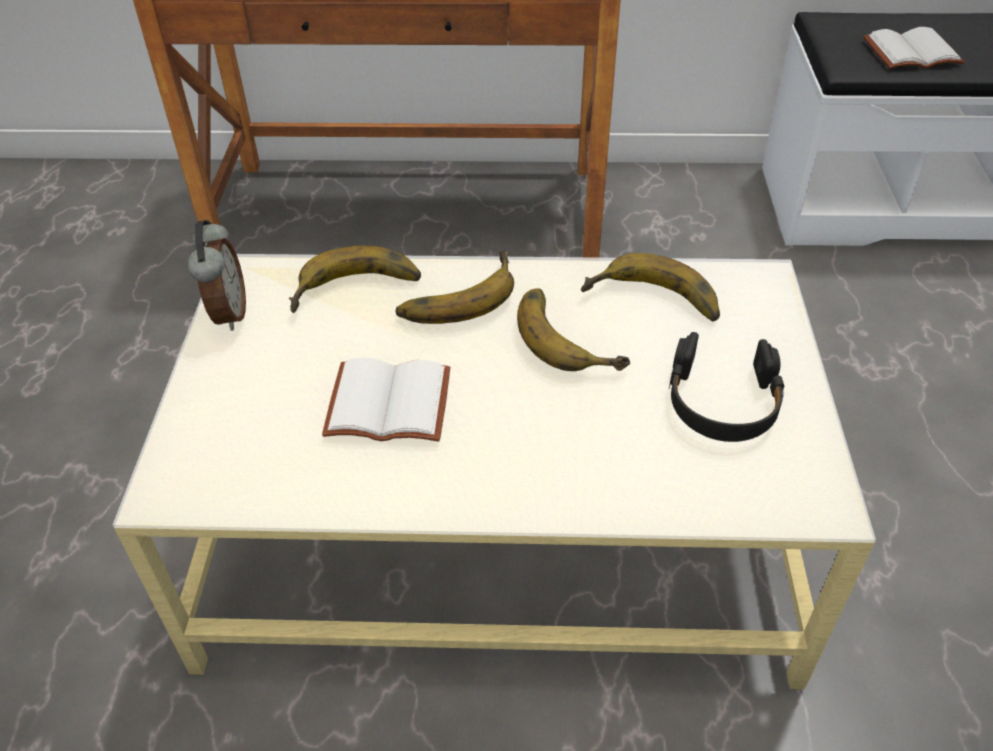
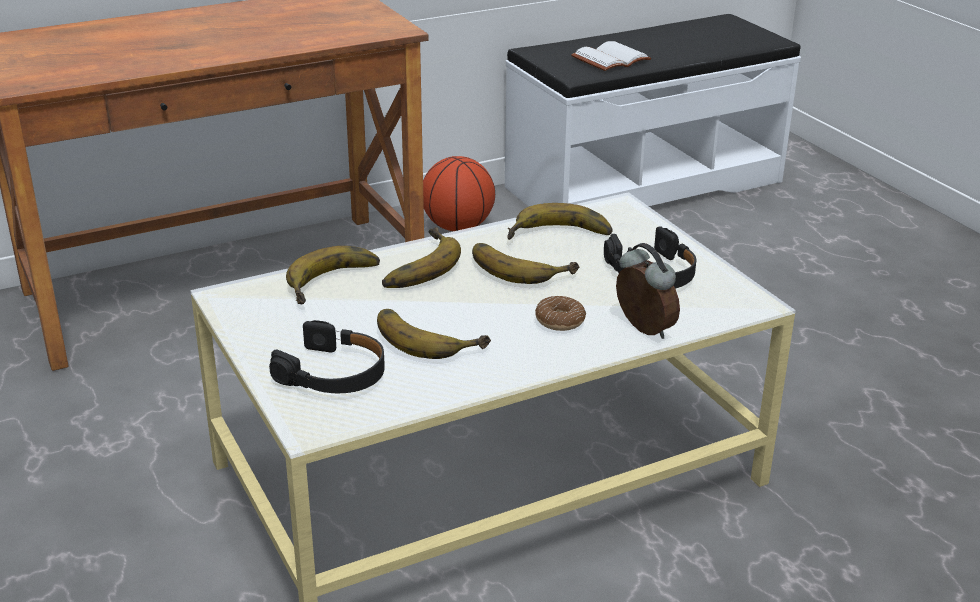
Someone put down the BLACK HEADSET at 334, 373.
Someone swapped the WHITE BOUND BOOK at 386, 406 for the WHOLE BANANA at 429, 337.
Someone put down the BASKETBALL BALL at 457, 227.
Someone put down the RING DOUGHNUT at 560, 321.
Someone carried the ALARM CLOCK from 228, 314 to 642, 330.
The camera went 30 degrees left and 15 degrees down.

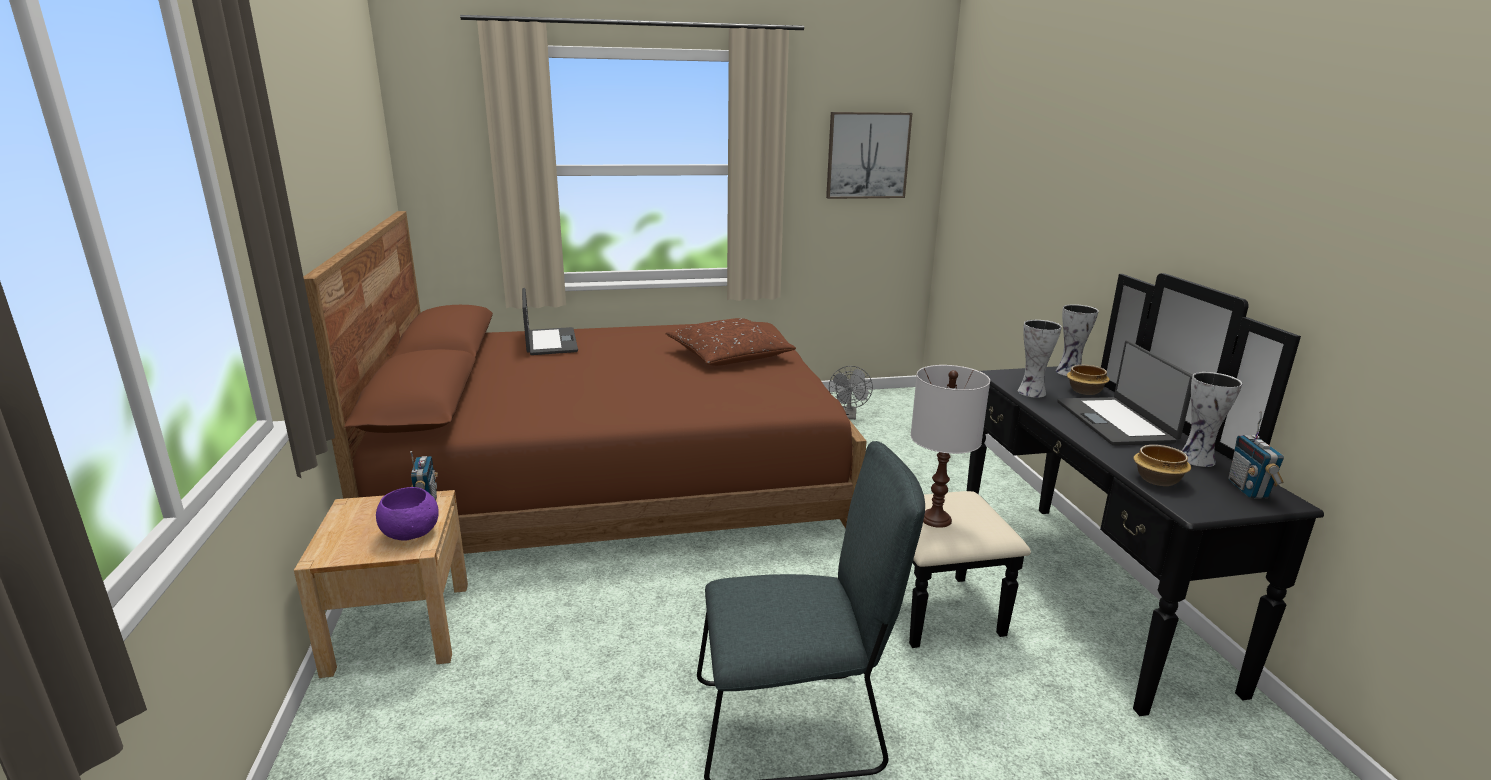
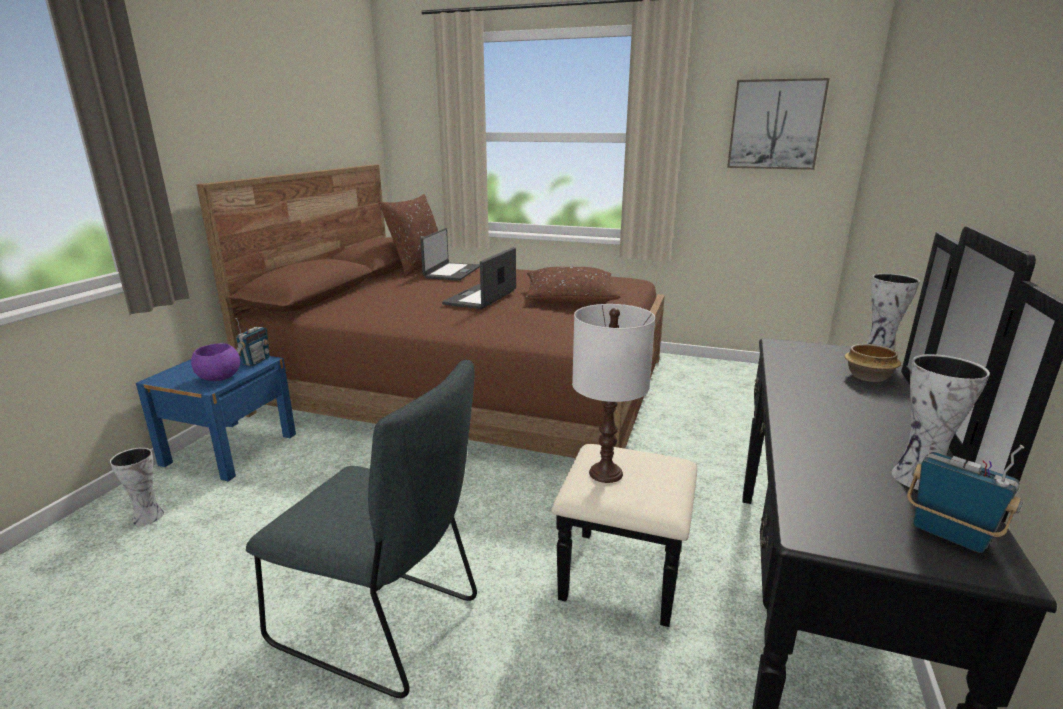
Someone carried the FLOWER VASE from 1030, 392 to 147, 516.
Someone repainted the BEIGE-COLOURED NIGHTSTAND at 399, 627, which became the BLUE NIGHTSTAND at 230, 449.
Someone put down the BROWN PILLOW at 418, 267.
Someone carried the LAPTOP from 1116, 421 to 481, 297.
Someone rotated the RADIO RECEIVER at 1248, 489 by 105 degrees clockwise.
Someone took away the GRAY FAN at 848, 416.
Someone took away the BOWL at 1158, 480.
The camera went 30 degrees right and 0 degrees up.

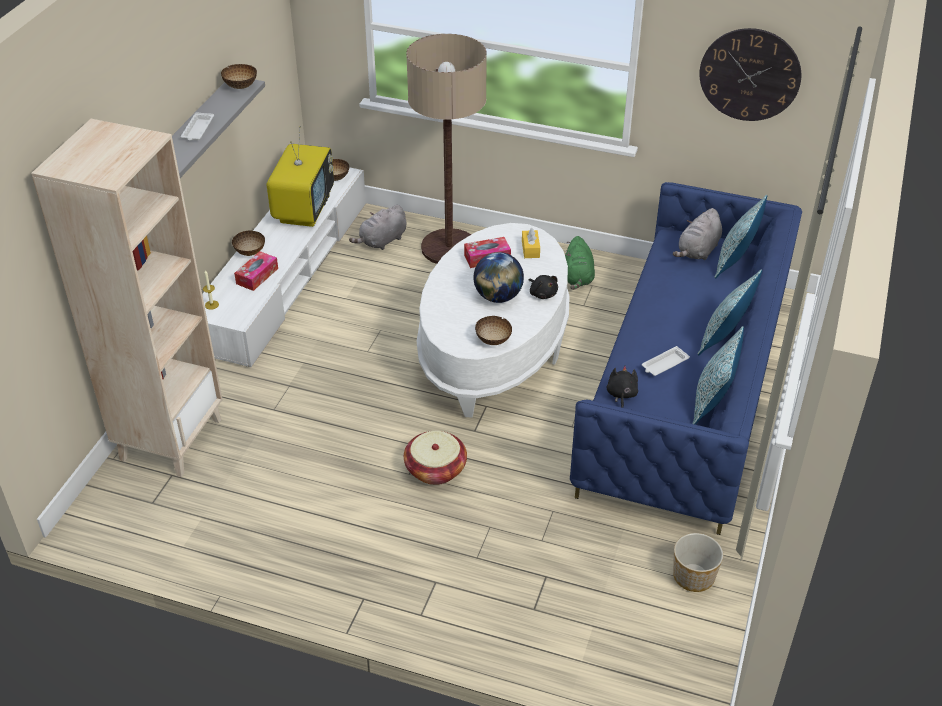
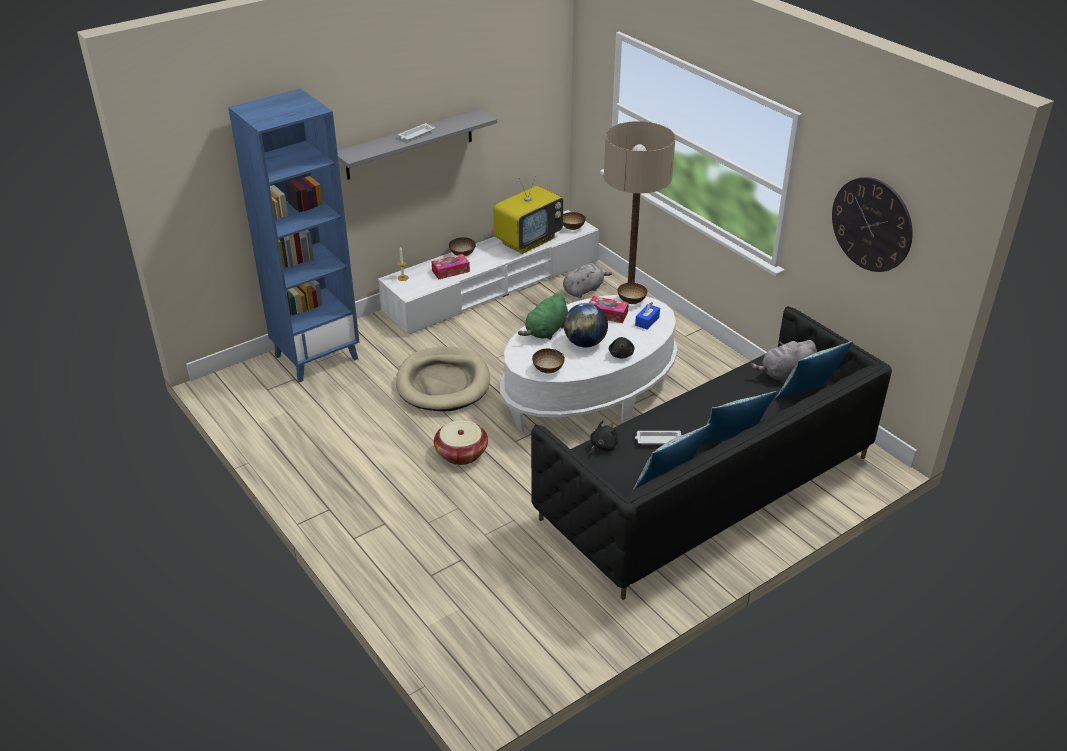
Someone repainted the BEIGE-COLOURED SHELVING UNIT at 171, 438, which became the BLUE SHELVING UNIT at 316, 357.
Someone put down the BEIGE-COLOURED PET BED at 443, 383.
Someone carried the GREENISH CUDDLY TOY from 578, 277 to 546, 331.
Someone repainted the BLUE SETTEE at 684, 392, which became the BLACK SETTEE at 706, 489.
Someone rotated the GRAY CUDDLY TOY at 382, 241 by 150 degrees clockwise.
Someone carried the BOWL from 241, 86 to 632, 302.
Someone repainted the YELLOW TISSUE HOLDER at 530, 249, which became the BLUE TISSUE HOLDER at 647, 321.
Someone took away the FLOWER POT at 694, 577.
The camera went 35 degrees right and 5 degrees down.

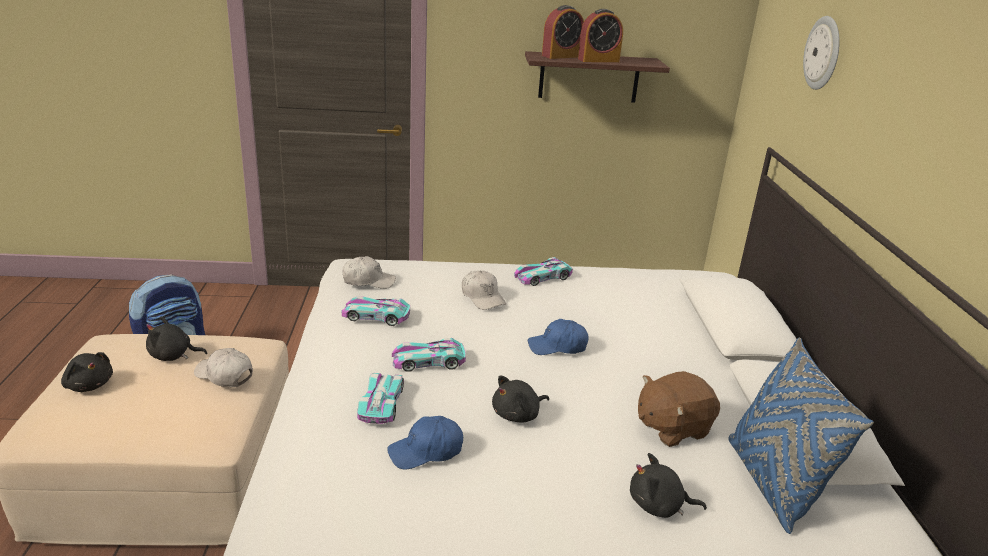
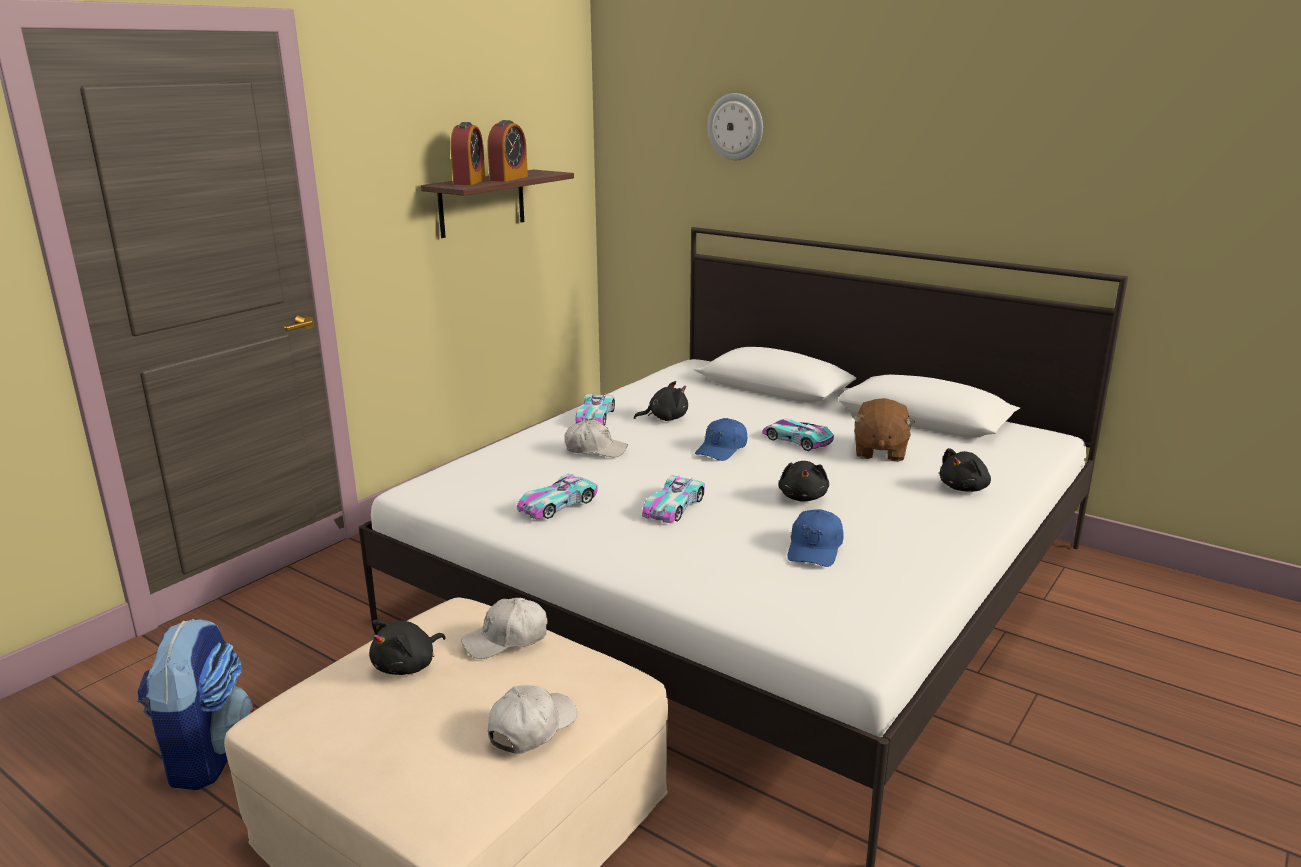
Someone carried the WHITE BASEBALL CAP from 368, 281 to 531, 727.
Someone carried the BLACK CUDDLY TOY from 89, 385 to 665, 418.
Someone carried the MODEL CAR from 381, 403 to 797, 440.
Someone took away the BLUE PILLOW at 772, 483.
The camera went 50 degrees left and 5 degrees down.

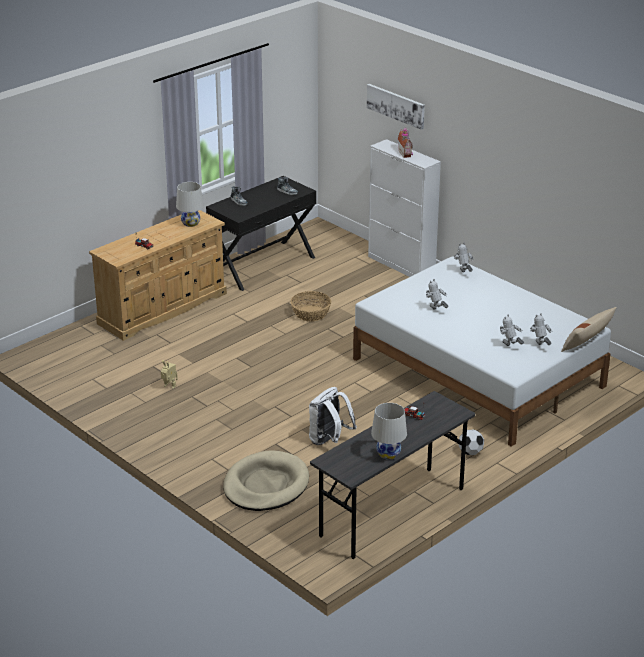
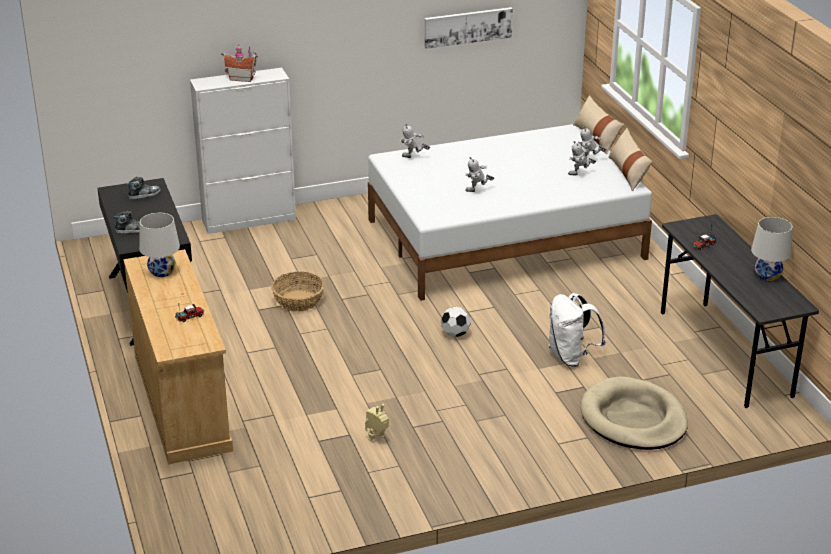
Someone carried the PICTURE from 396, 105 to 467, 27.
Someone carried the FOOTBALL from 470, 452 to 455, 334.
Someone put down the BEIGE-COLOURED PILLOW at 628, 173.
The camera went 65 degrees left and 0 degrees up.

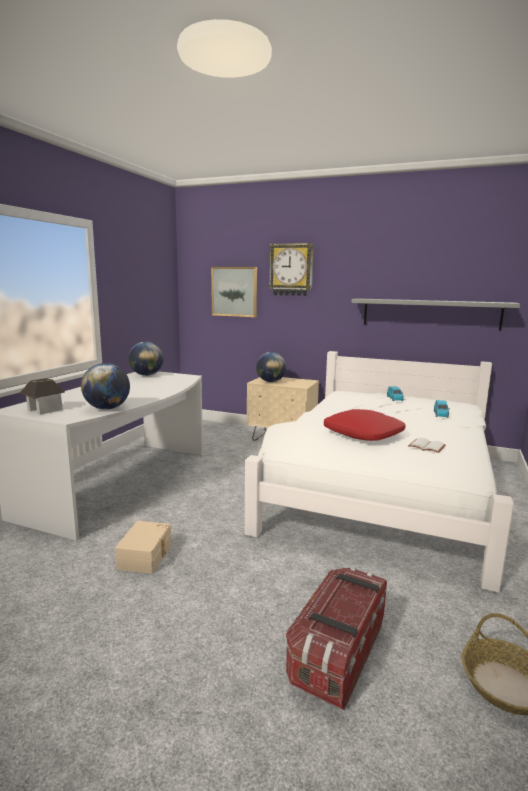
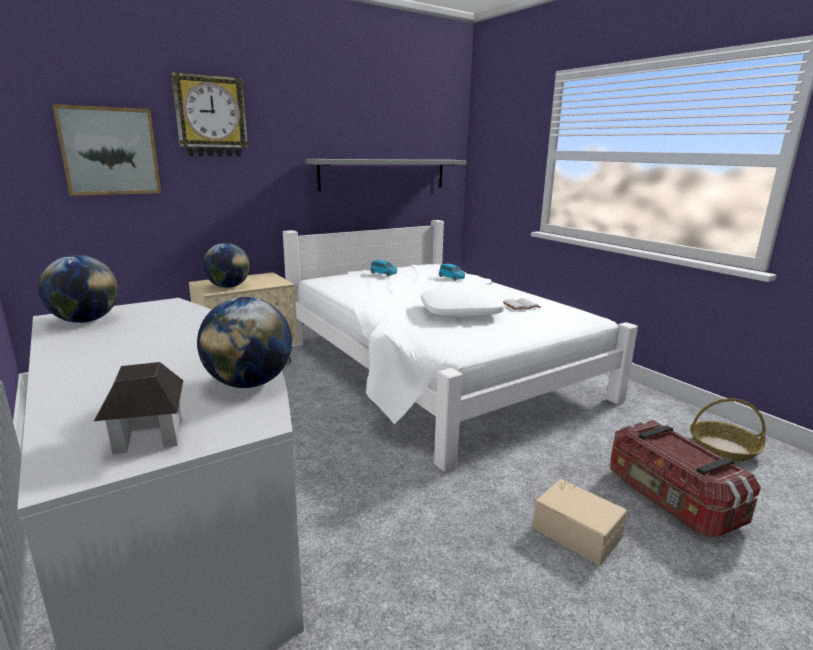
Someone repainted the RED PILLOW at 363, 434, which became the WHITE PILLOW at 460, 312.
Someone carried the BEIGE-COLOURED STORAGE BOX from 146, 556 to 577, 531.
The camera went 55 degrees left and 5 degrees up.

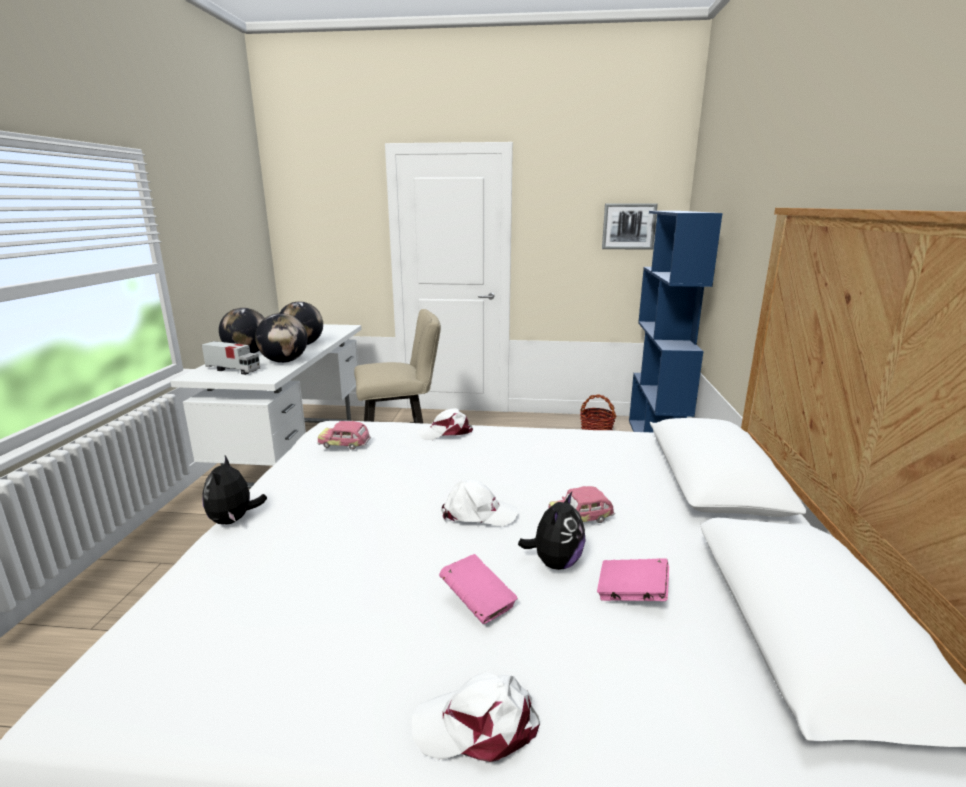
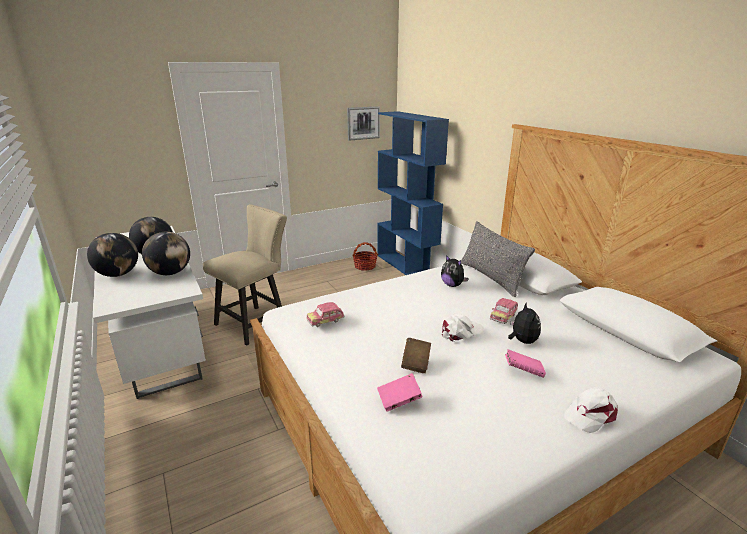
Someone carried the PINK-COLOURED BOUND BOOK from 631, 594 to 399, 400.
Someone put down the BROWN BOUND BOOK at 416, 363.
Someone carried the CUDDLY TOY from 234, 520 to 452, 285.
Someone put down the GRAY PILLOW at 490, 277.
Someone took away the MODEL TRUCK at 233, 370.
Someone took away the WHITE BASEBALL CAP at 446, 432.
The camera went 35 degrees left and 5 degrees up.

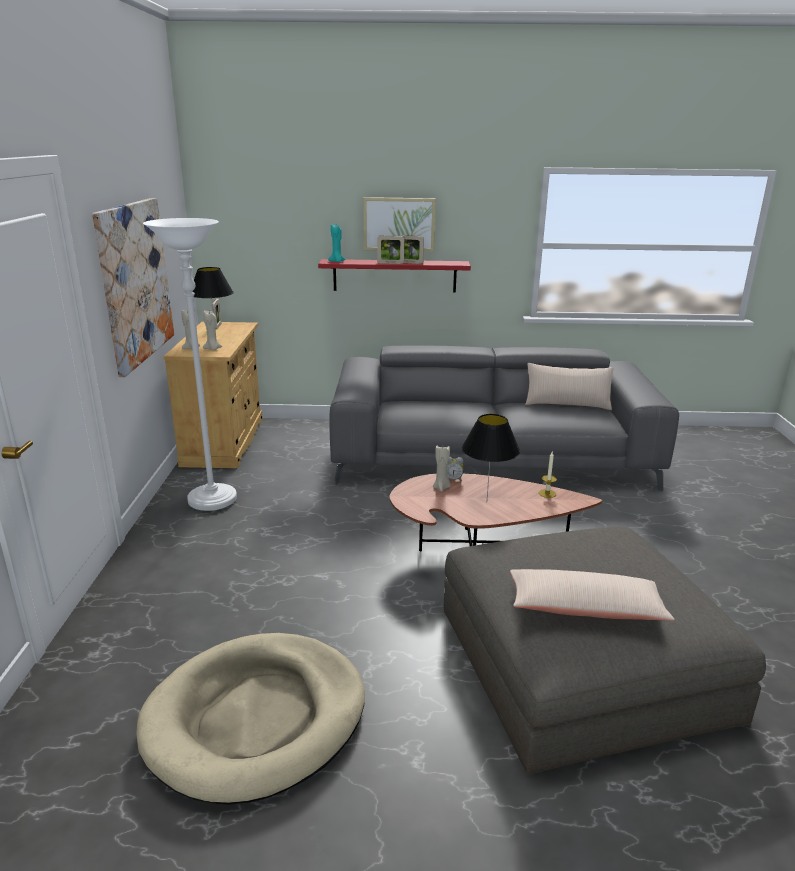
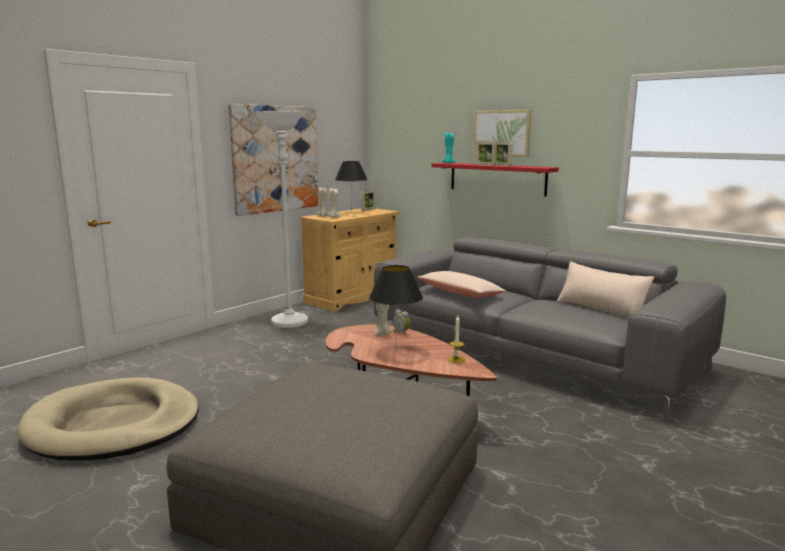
Someone carried the BEIGE-COLOURED PILLOW from 584, 608 to 460, 293.
The camera went 40 degrees right and 10 degrees down.

